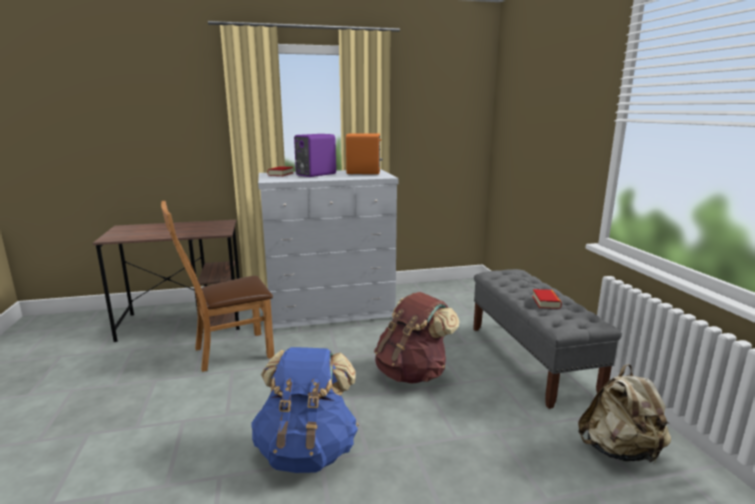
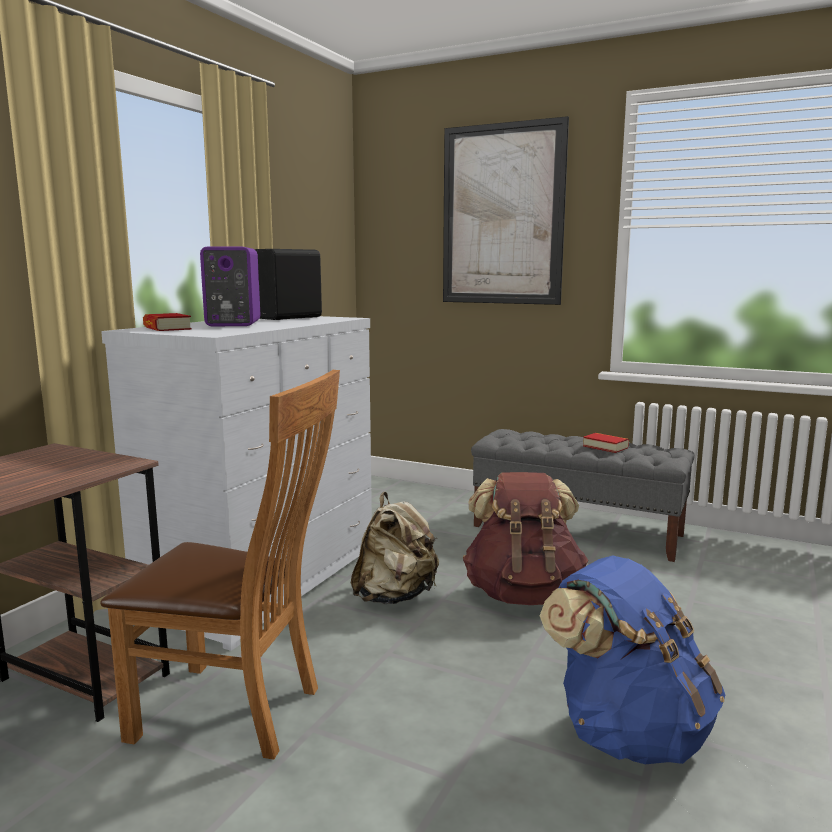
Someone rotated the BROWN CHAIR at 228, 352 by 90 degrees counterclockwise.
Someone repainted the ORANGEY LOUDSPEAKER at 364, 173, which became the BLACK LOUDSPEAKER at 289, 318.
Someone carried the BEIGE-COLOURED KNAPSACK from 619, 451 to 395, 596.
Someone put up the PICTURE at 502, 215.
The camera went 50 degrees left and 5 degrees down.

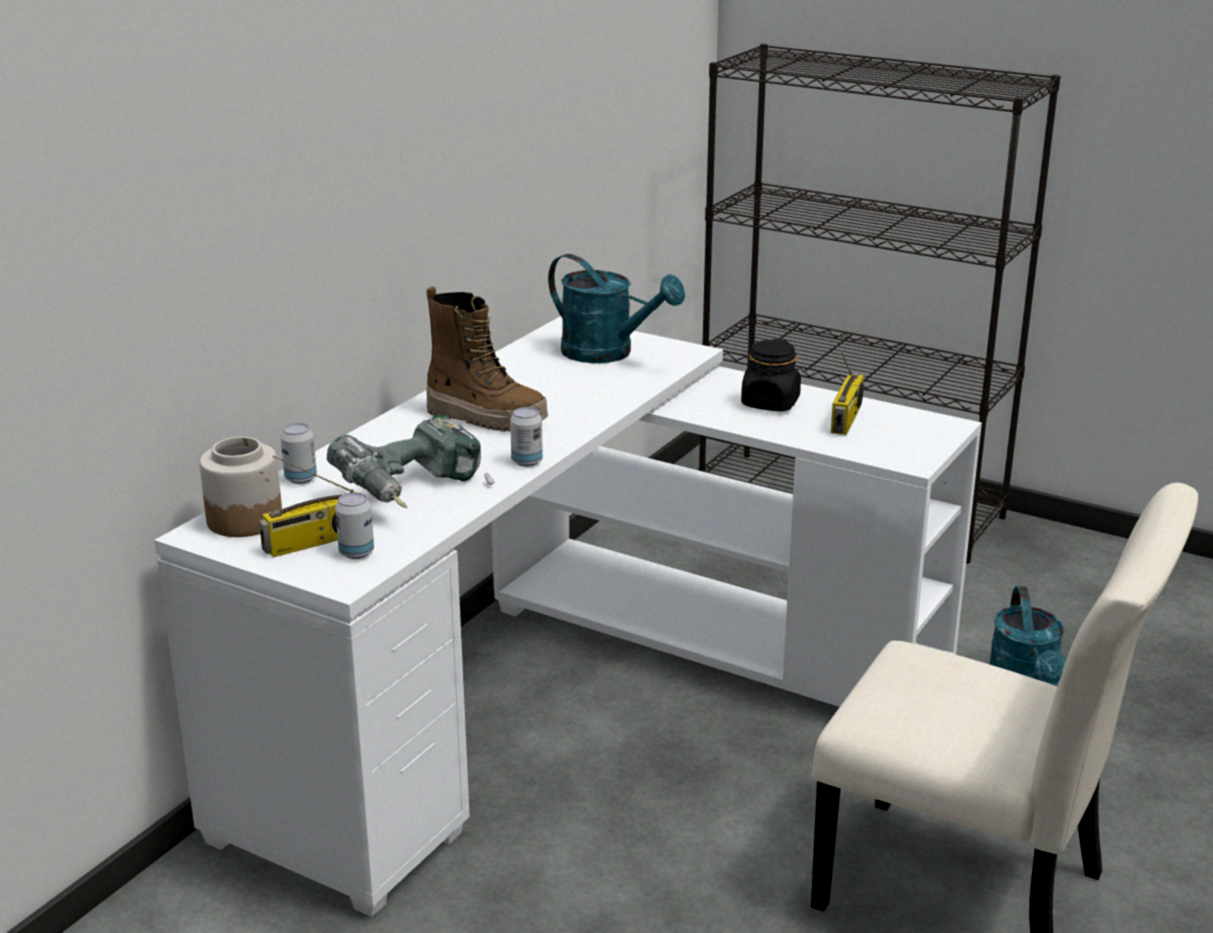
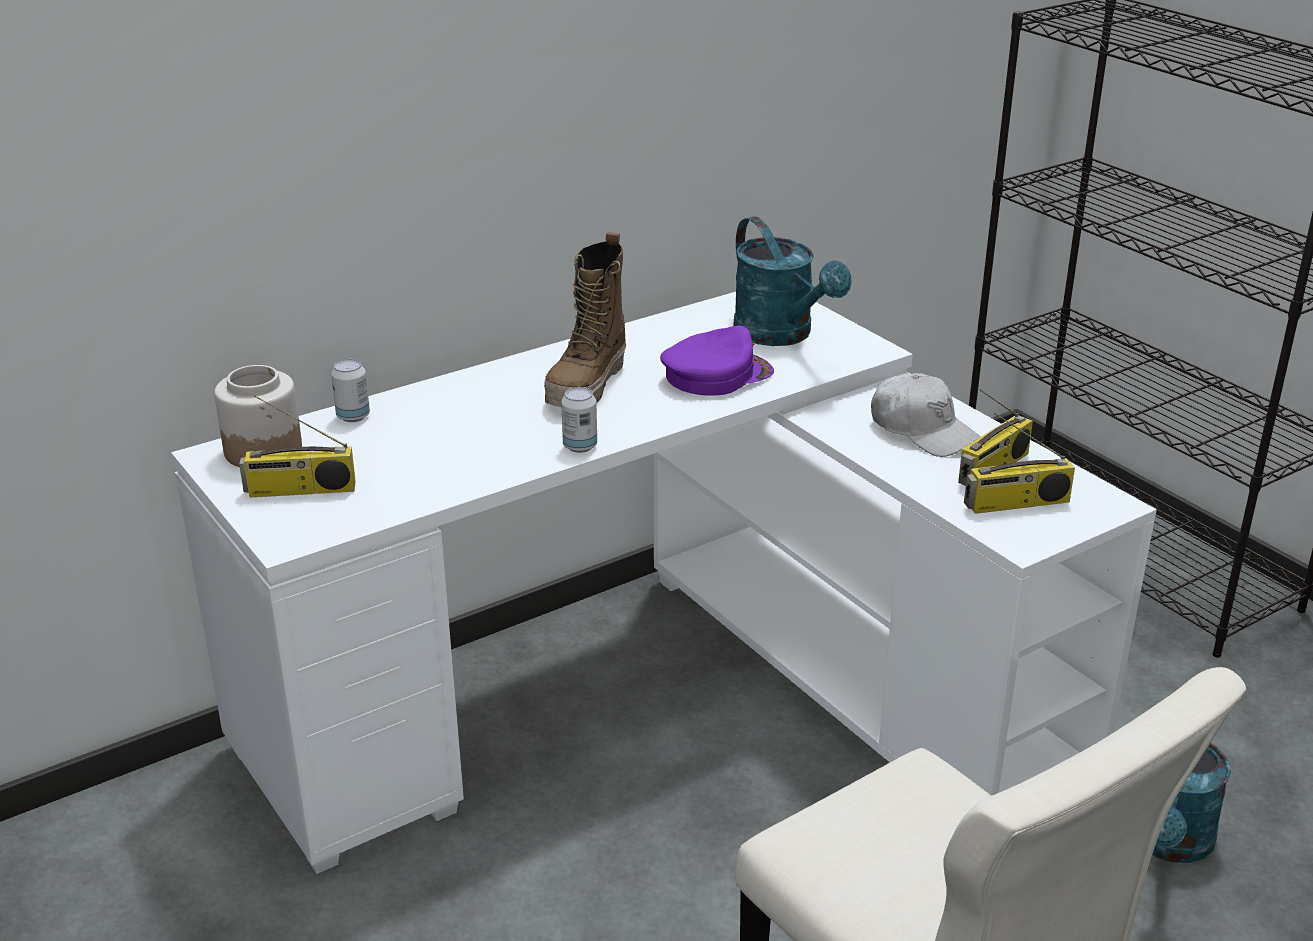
Someone rotated the HIGH-TOP BOOT at 486, 418 by 60 degrees clockwise.
Someone put down the PURPLE-COLOURED BASEBALL CAP at 716, 374.
Someone swapped the BLACK PRESERVE JAR at 770, 403 for the WHITE BASEBALL CAP at 922, 430.
Someone put down the RADIO RECEIVER at 1016, 504.
Someone took away the DRILL at 415, 494.
Someone took away the CAN at 356, 553.
The camera went 25 degrees right and 5 degrees up.

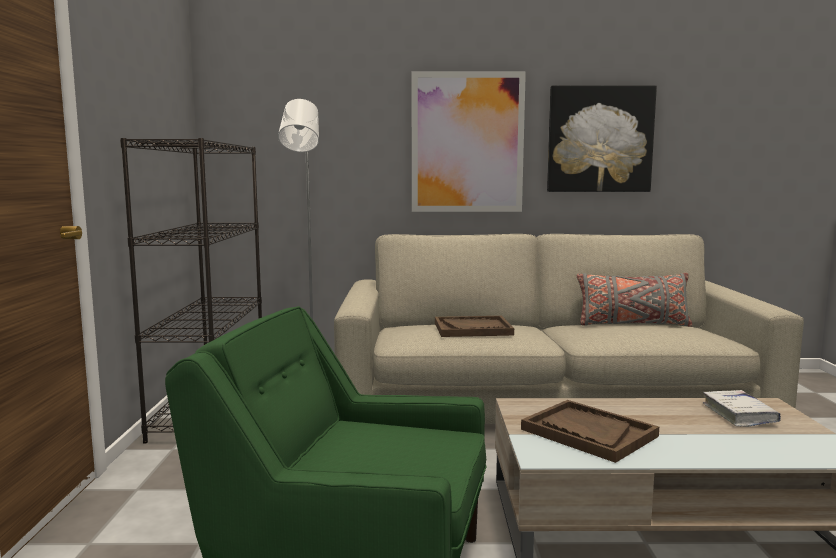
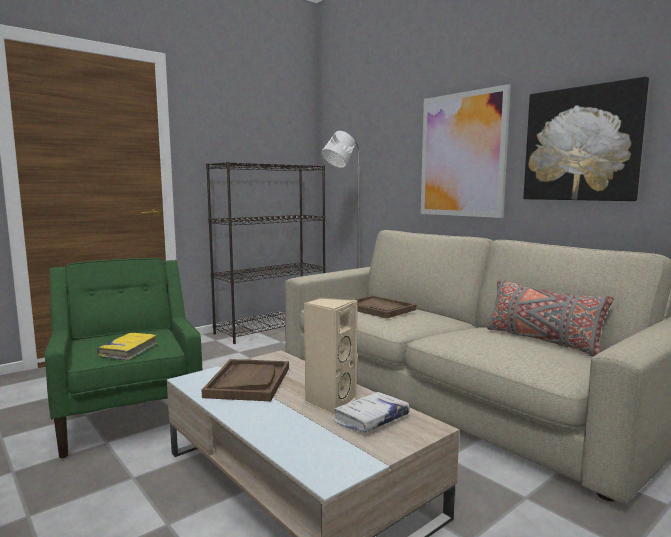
Someone put down the YELLOW BOUND BOOK at 129, 351.
Someone put down the BEIGE-COLOURED LOUDSPEAKER at 329, 402.
The camera went 50 degrees right and 0 degrees up.

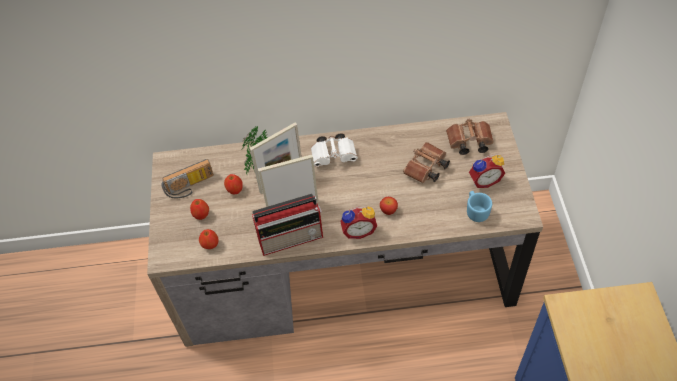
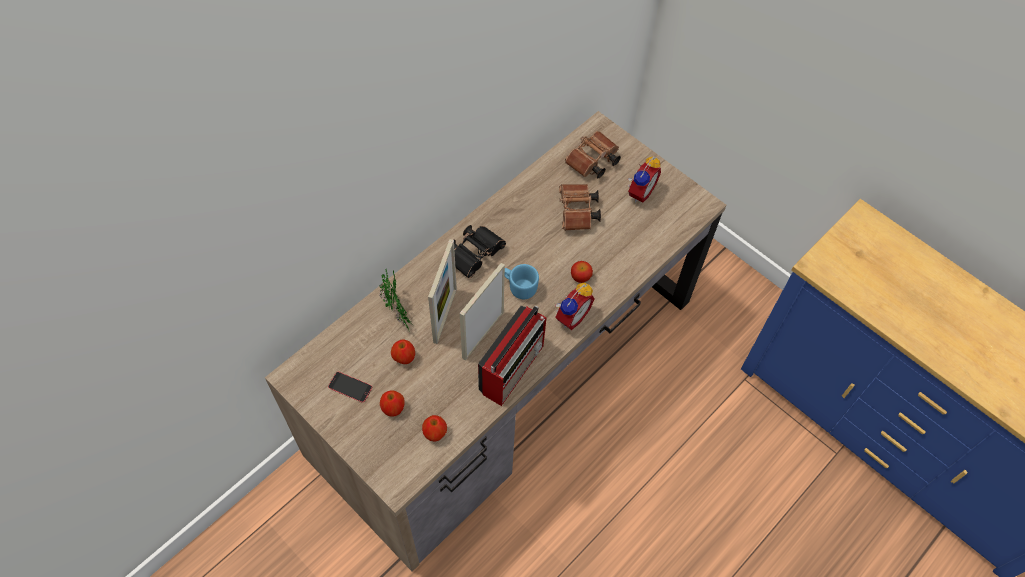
Someone swapped the RADIO RECEIVER at 190, 187 for the HANDSET at 350, 387.
Someone repainted the WHITE BINOCULARS at 335, 156, which became the BLACK BINOCULARS at 476, 254.
Someone carried the BLUE TEA MUG from 476, 211 to 519, 287.
The camera went 45 degrees left and 5 degrees up.

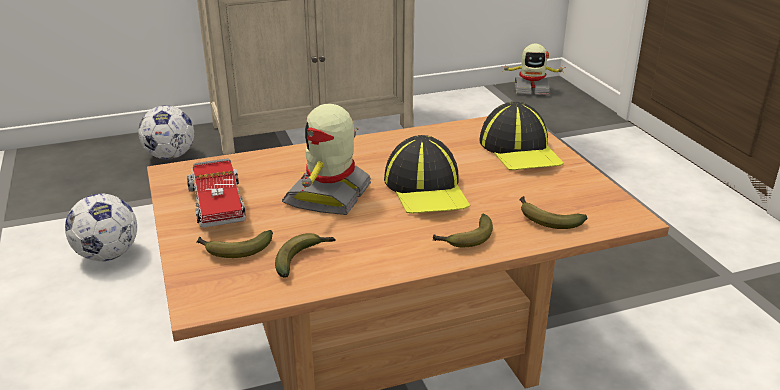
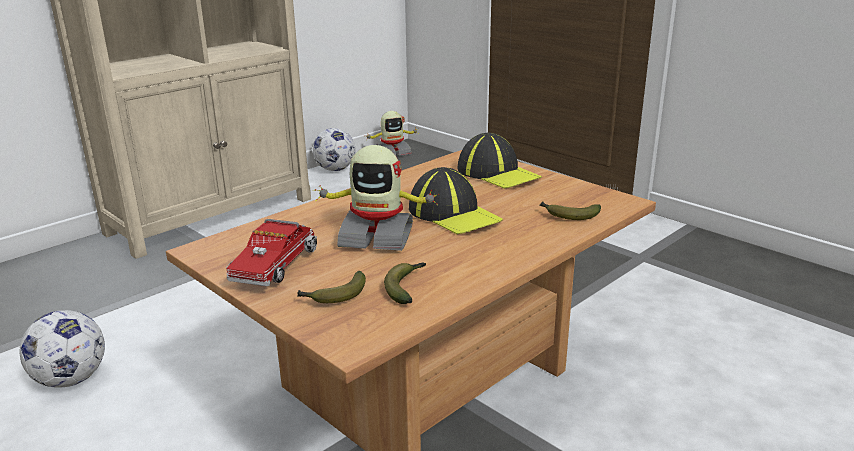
Someone rotated the MODEL TRUCK at 217, 205 by 60 degrees clockwise.
Someone carried the FOOTBALL from 170, 156 to 335, 169.
Someone rotated the MODEL ROBOT at 330, 196 by 75 degrees counterclockwise.
Someone took away the WHOLE BANANA at 465, 239.
The camera went 25 degrees left and 5 degrees down.

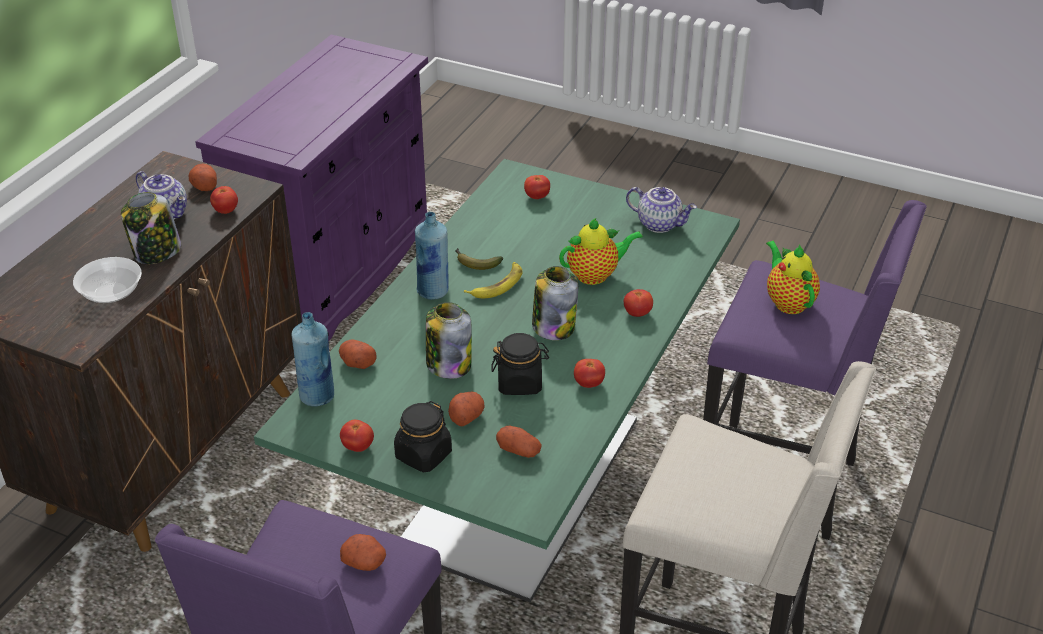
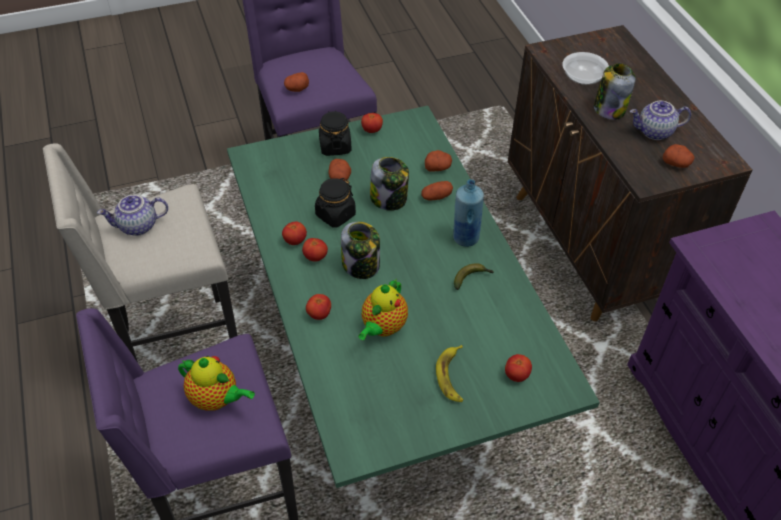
Someone carried the POT FOR TEA from 660, 224 to 138, 226.
Someone carried the TOMATO from 226, 210 to 315, 257.
Someone carried the POTATO from 519, 450 to 436, 196.
Someone carried the WHOLE BANANA from 497, 285 to 452, 376.
Someone took away the BLUE DRINK BOTTLE at 317, 396.
The camera went 135 degrees right and 10 degrees up.

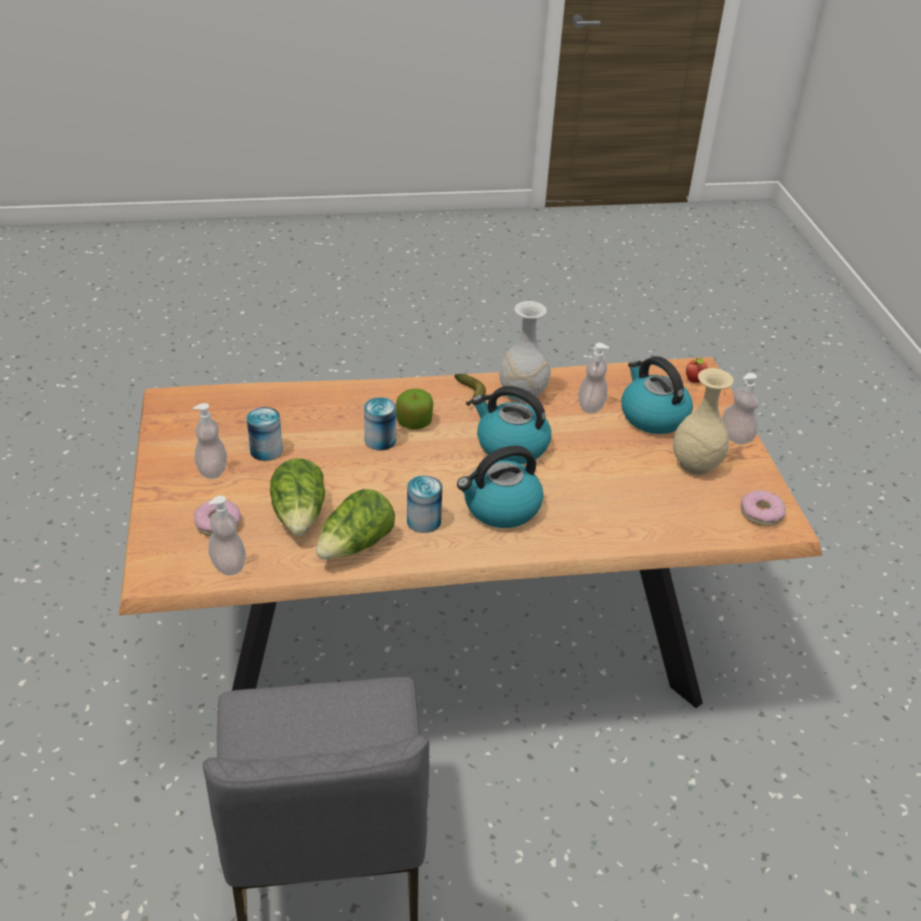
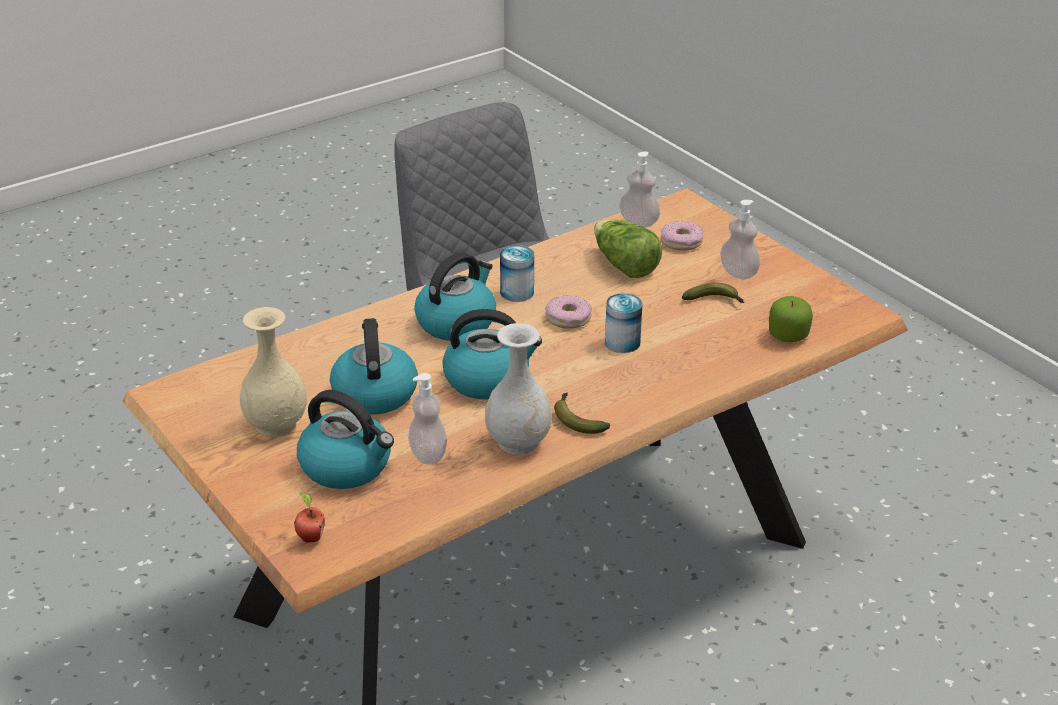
Someone put down the KETTLE at 374, 393.
Someone carried the RING DOUGHNUT from 761, 513 to 568, 318.
Someone swapped the CAN at 266, 450 for the WHOLE BANANA at 715, 301.
Someone carried the APPLE FRUIT from 414, 422 to 788, 335.
Someone took away the LETTUCE HEAD at 356, 545.
Someone took away the SOAP DISPENSER at 736, 436.
The camera went 155 degrees right and 5 degrees down.

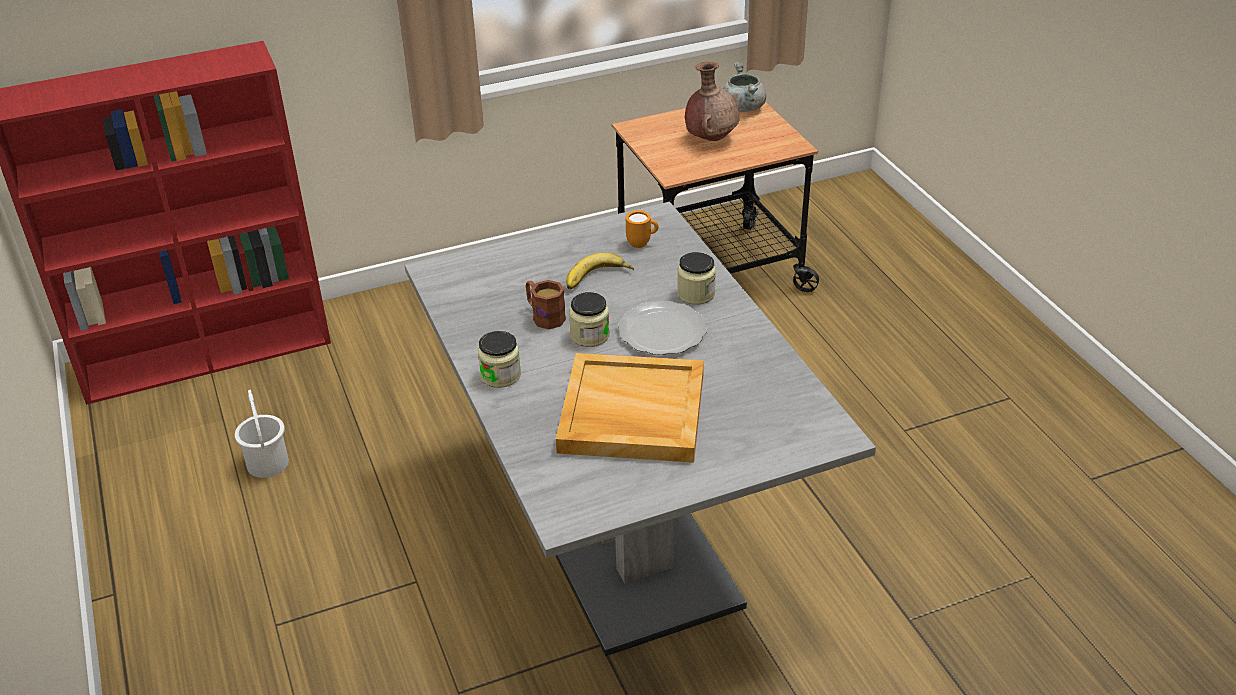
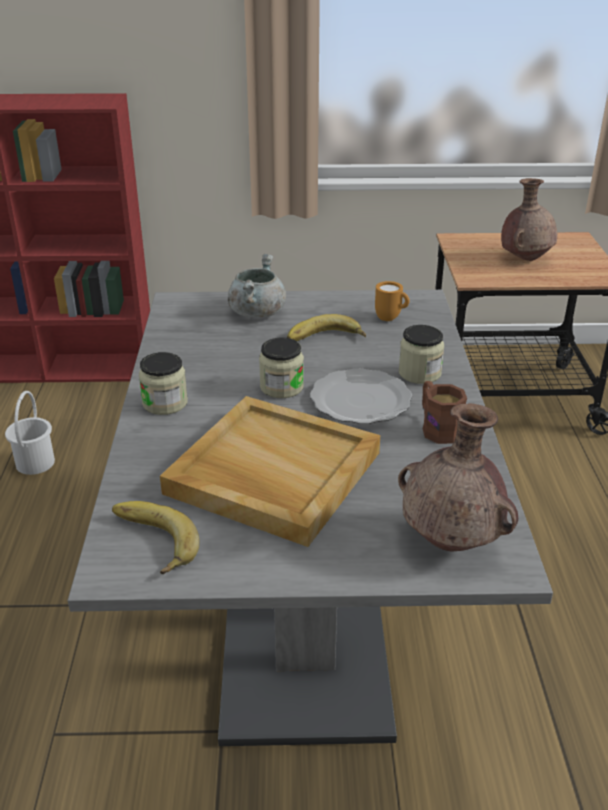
Someone put down the WHOLE BANANA at 150, 542.
Someone carried the GRAY STOCKPOT from 742, 107 to 256, 312.
Someone put down the BROWN FLOWER VASE at 452, 541.
Someone carried the BROWN TEA MUG from 544, 316 to 437, 427.
The camera went 20 degrees right and 5 degrees down.

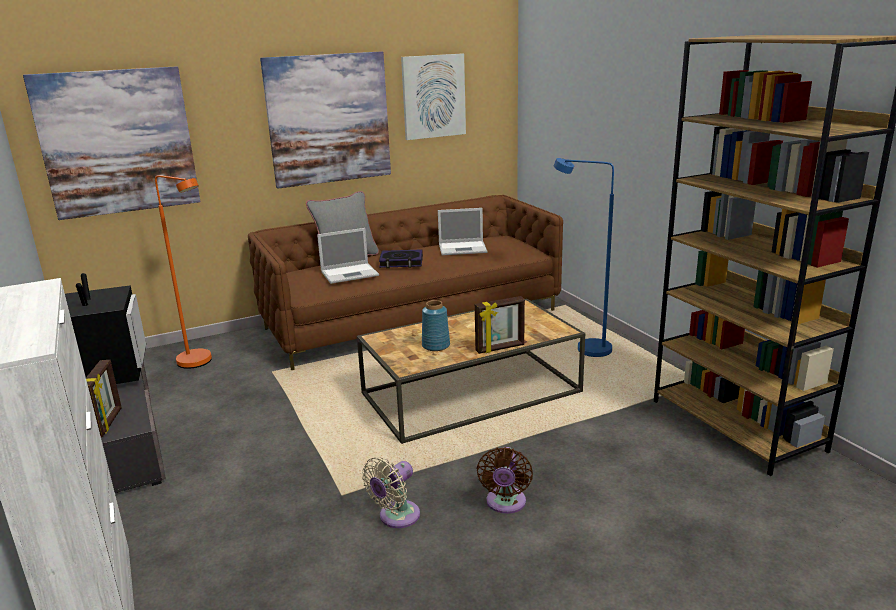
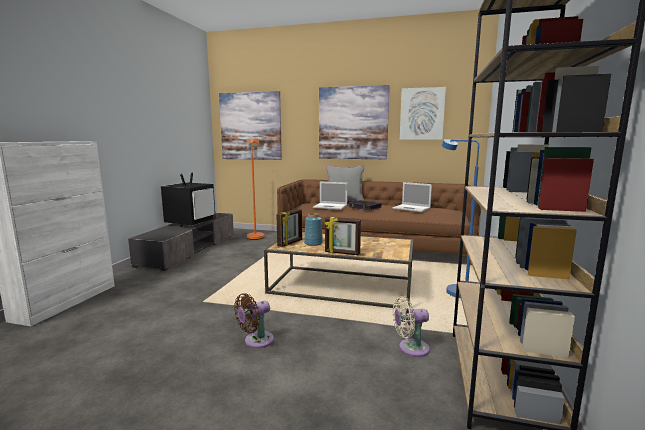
Someone carried the PHOTO FRAME from 108, 423 to 290, 243.
Someone carried the BEIGE-COLOURED FAN from 396, 517 to 410, 348.
The camera went 40 degrees right and 10 degrees down.

